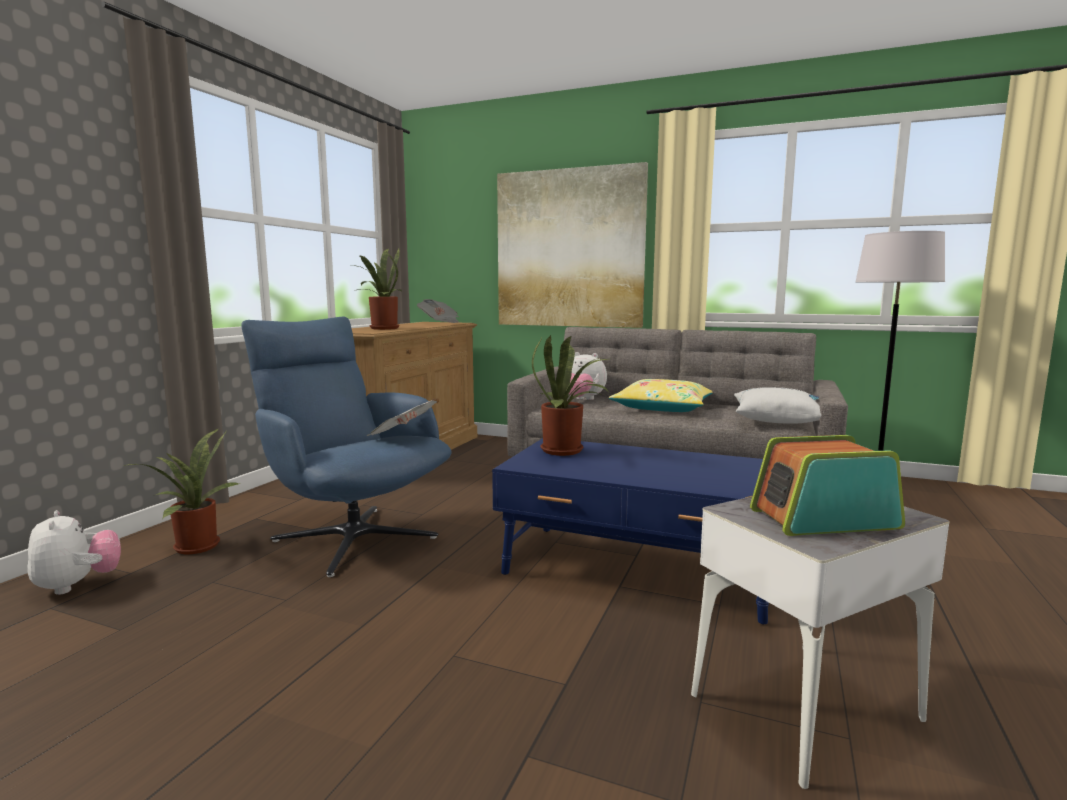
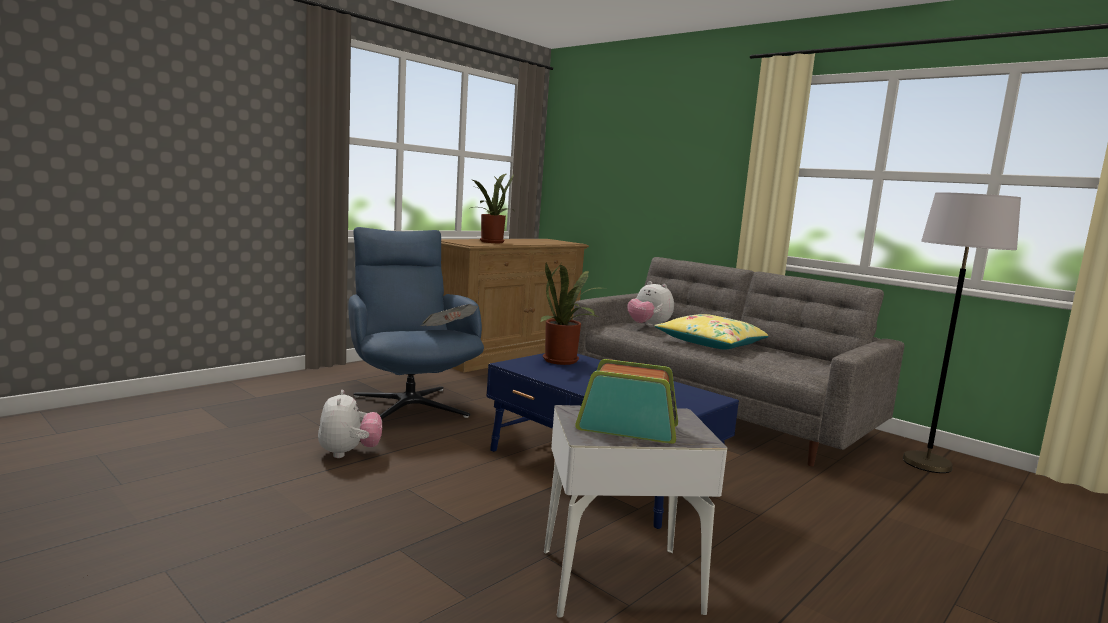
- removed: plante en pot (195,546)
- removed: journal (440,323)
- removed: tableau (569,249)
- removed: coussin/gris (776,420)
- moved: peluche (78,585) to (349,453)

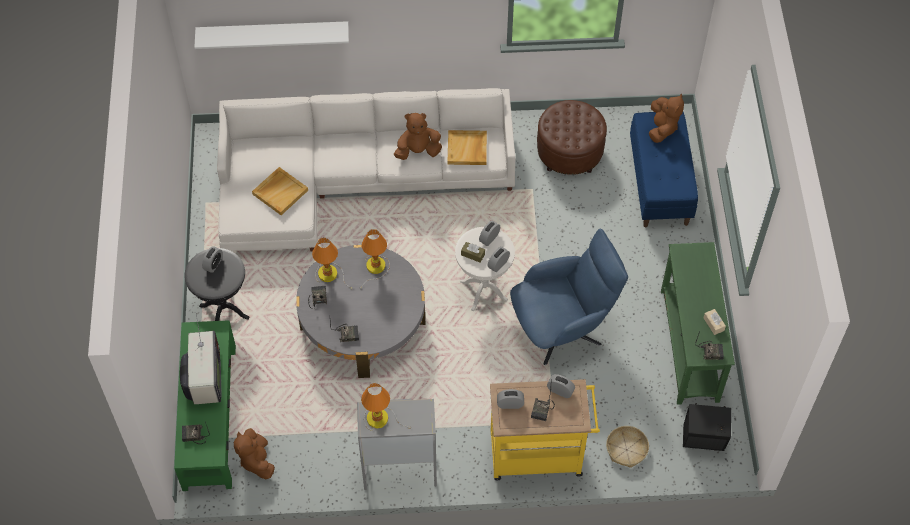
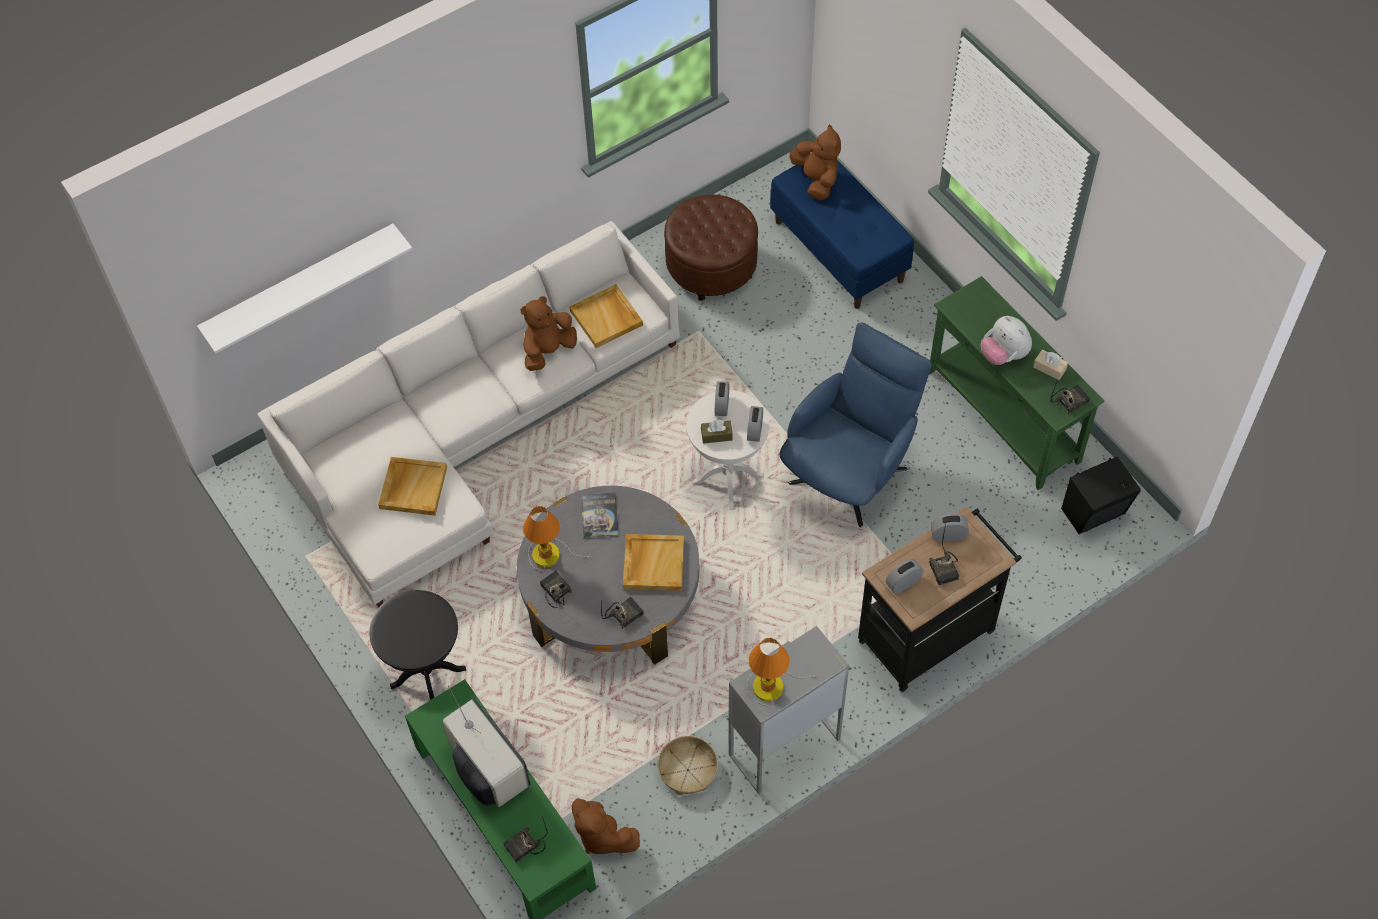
- removed: réveil (213,264)
- added: plateau/beige (653,563)
- added: peluche (1003,355)
- moved: panier (626,450) to (687,770)
- replaced: lampe de table (375,267) to livre (599,516)
- recoloured: chariot/jaune (539,455) to chariot/noir (930,635)

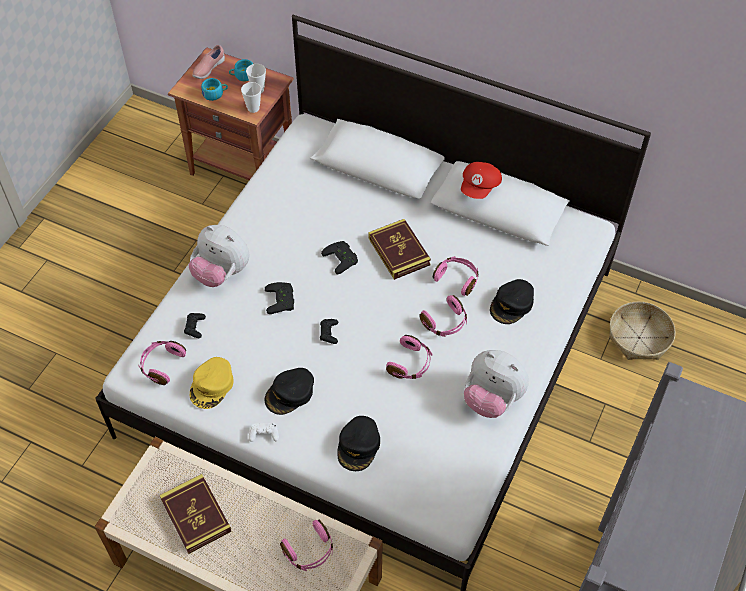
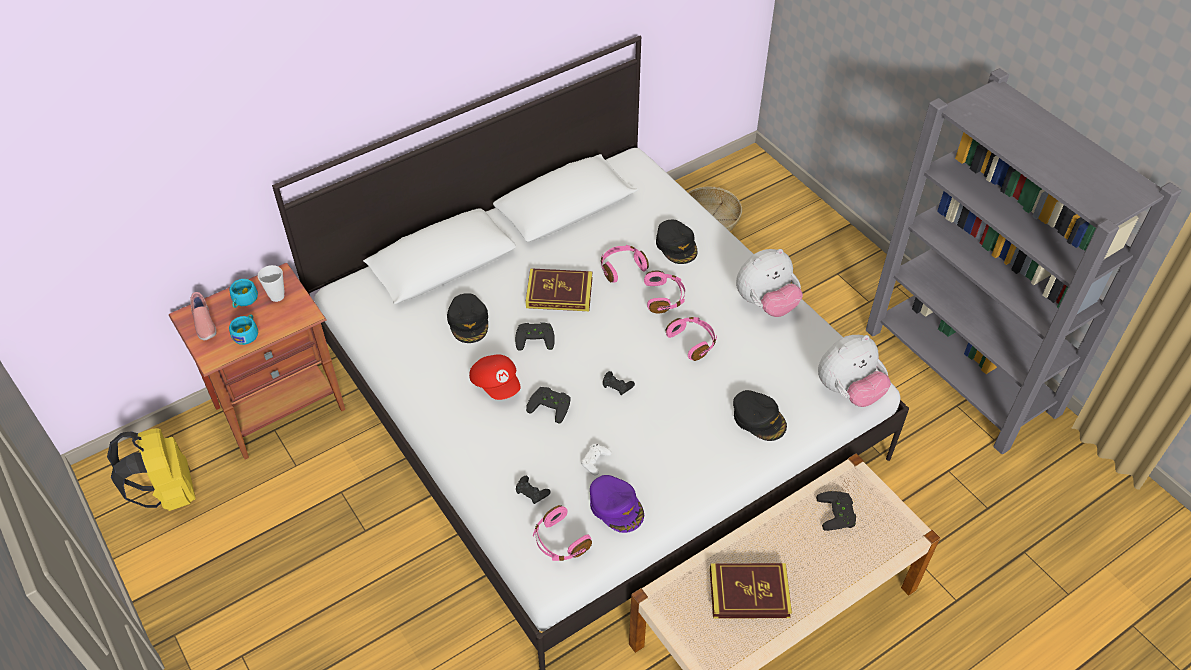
- removed: tasse (253,108)
- added: sac à dos/jaune (168,493)
- moved: peluche (221,273) to (848,391)
- moved: manette/blanc (264,434) to (595,461)
- moved: casquette/noir (290,394) to (469,322)
- moved: casquette/rouge (480,187) to (497,384)
- replaced: casque audio/rose (309,551) to manette/noir (839,513)
- recoloured: casquette/jaune (212,385) to casquette/violet (616,506)

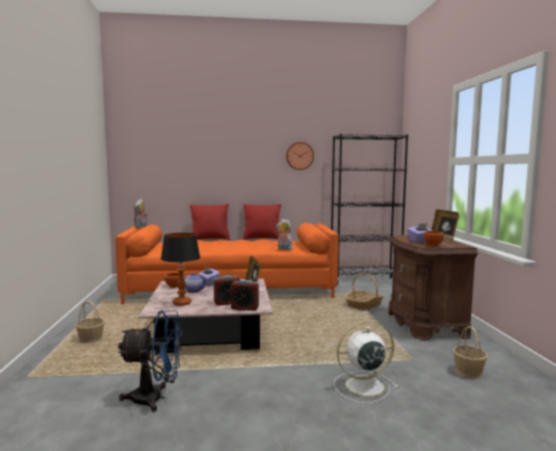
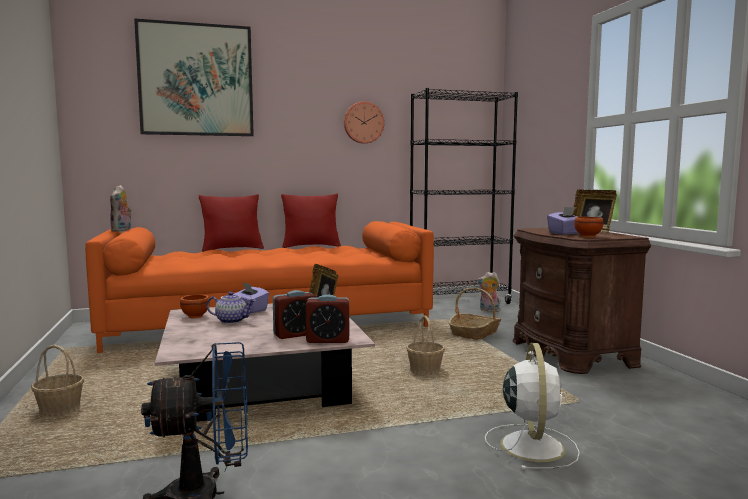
- removed: lampe de table (182,303)
- added: tableau (196,80)
- moved: peluche (283,249) to (489,310)
- moved: panier (468,372) to (425,371)
- turned: ventilateur/blanc (362,386) = (531,445) 120 degrees clockwise

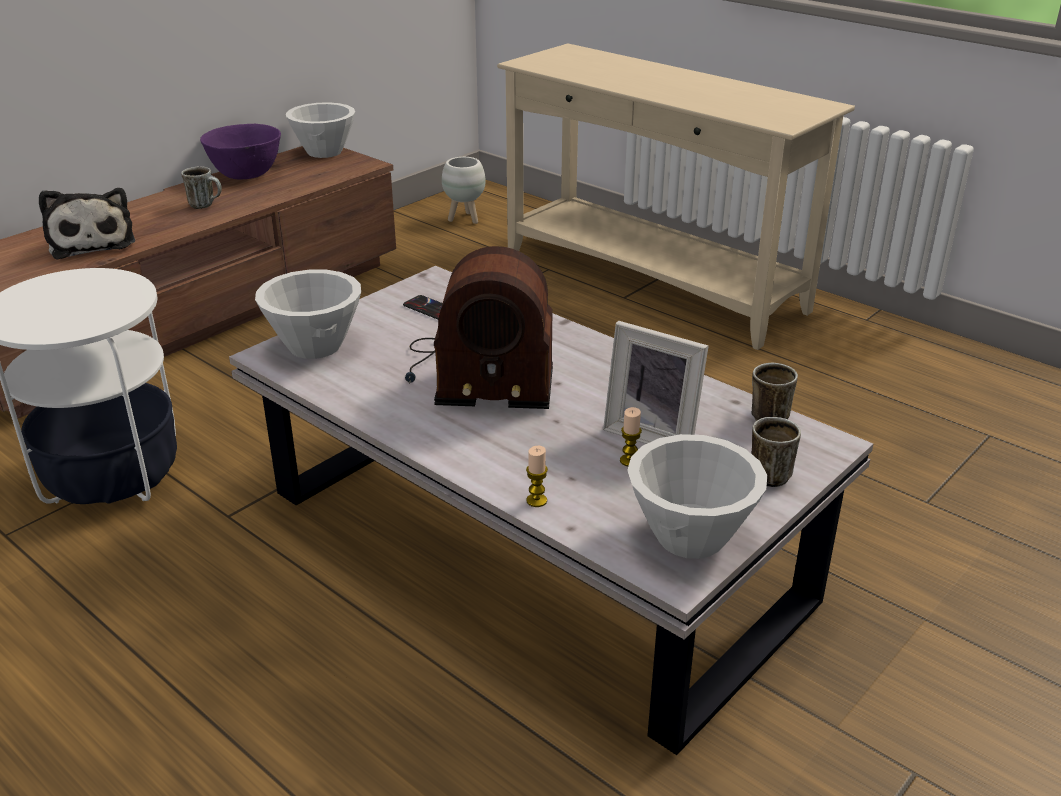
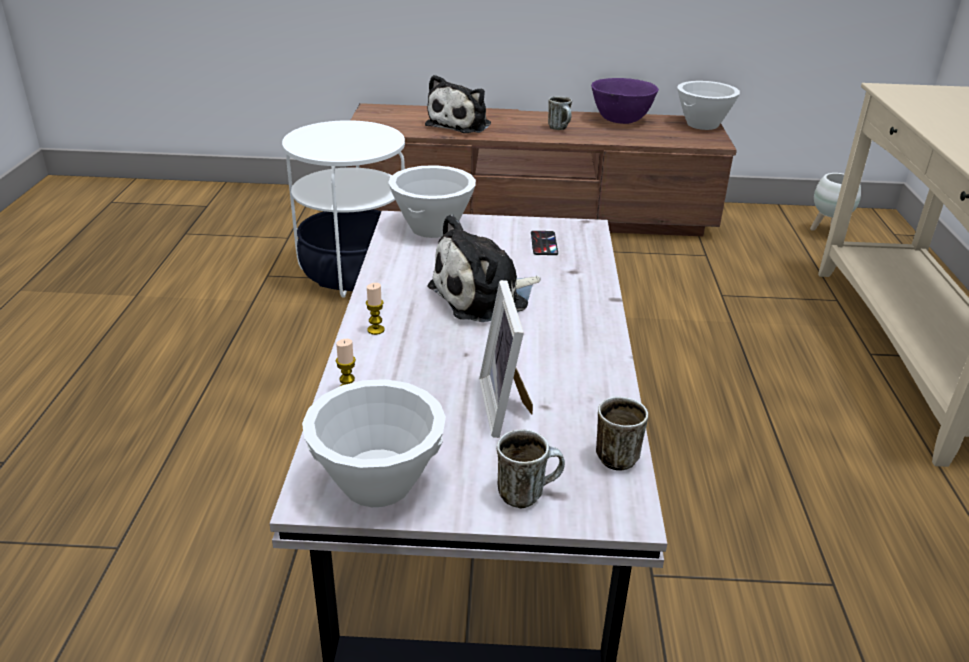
- moved: bougie (629,460) to (376,330)
- replaced: radio (478,374) to peluche (484,297)

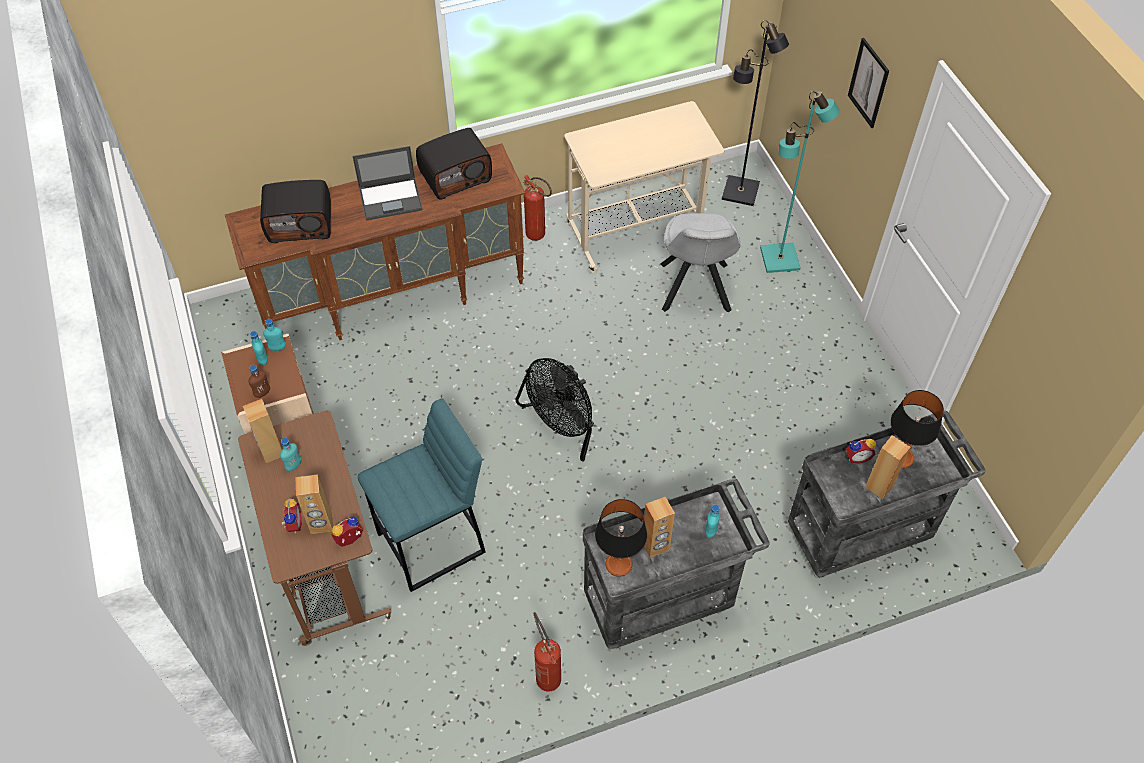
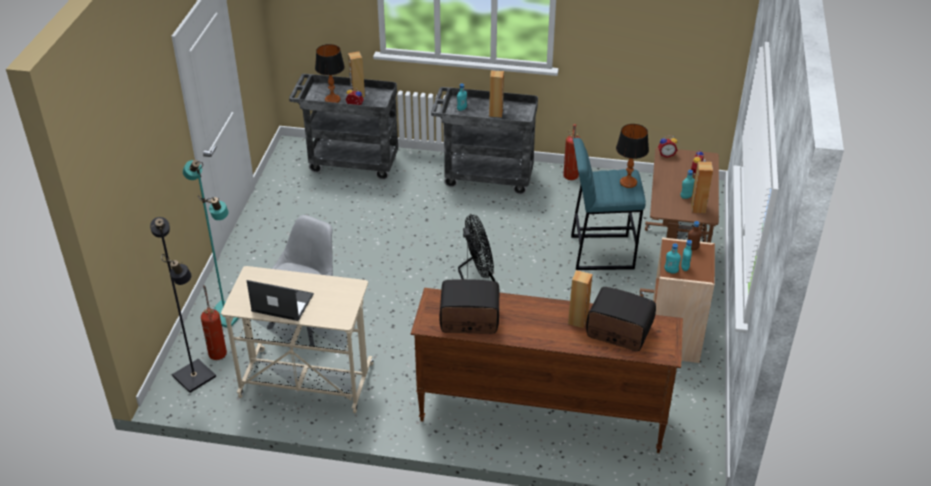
- removed: tableau (868,83)
- moved: enceinte/marron (321,524) to (578,321)
- moved: ordinateur portable (391,198) to (281,303)
- moved: extincteur (539,236) to (217,350)
- moved: lampe de table (618,565) to (628,182)

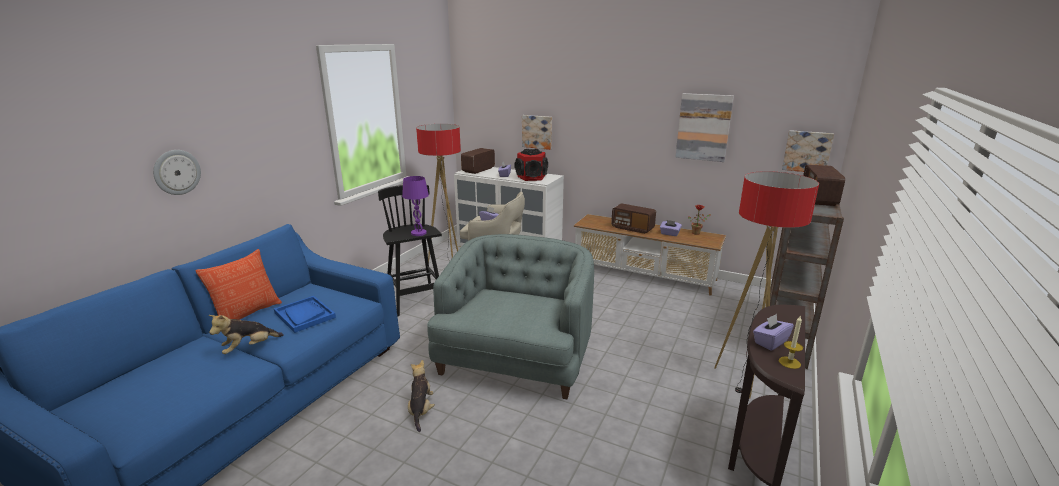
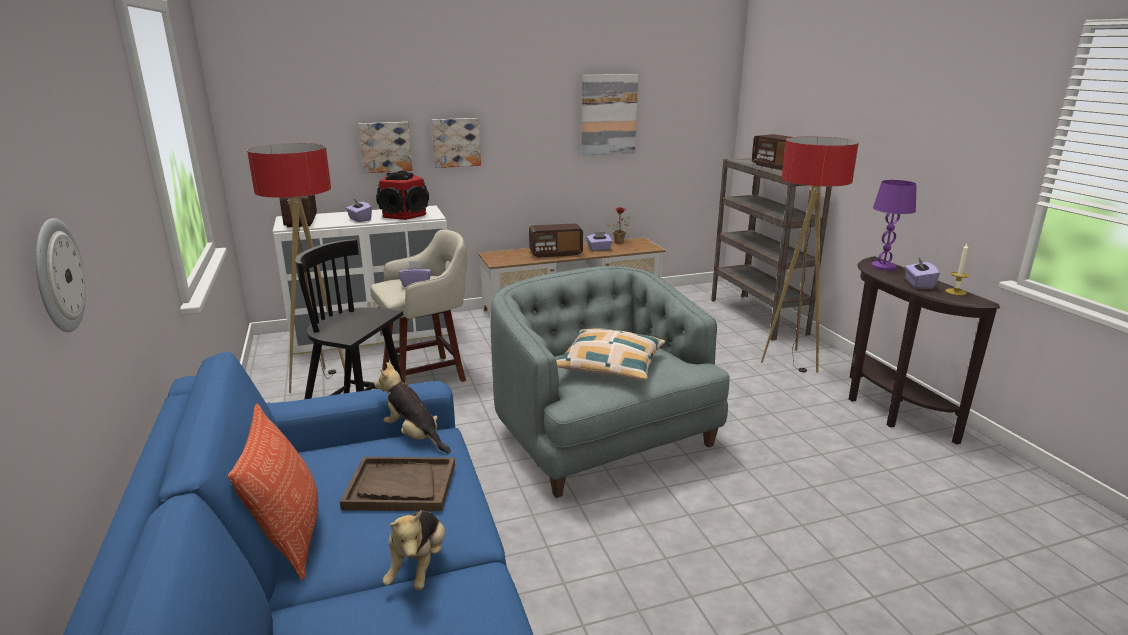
- added: coussin (610,364)
- moved: lampe de table/violet (419,233) to (883,267)
- moved: peluche (421,410) to (414,436)
- moved: tableau (807,151) to (456,142)
- recoloured: plateau/bleu (304,315) to plateau/marron (400,486)

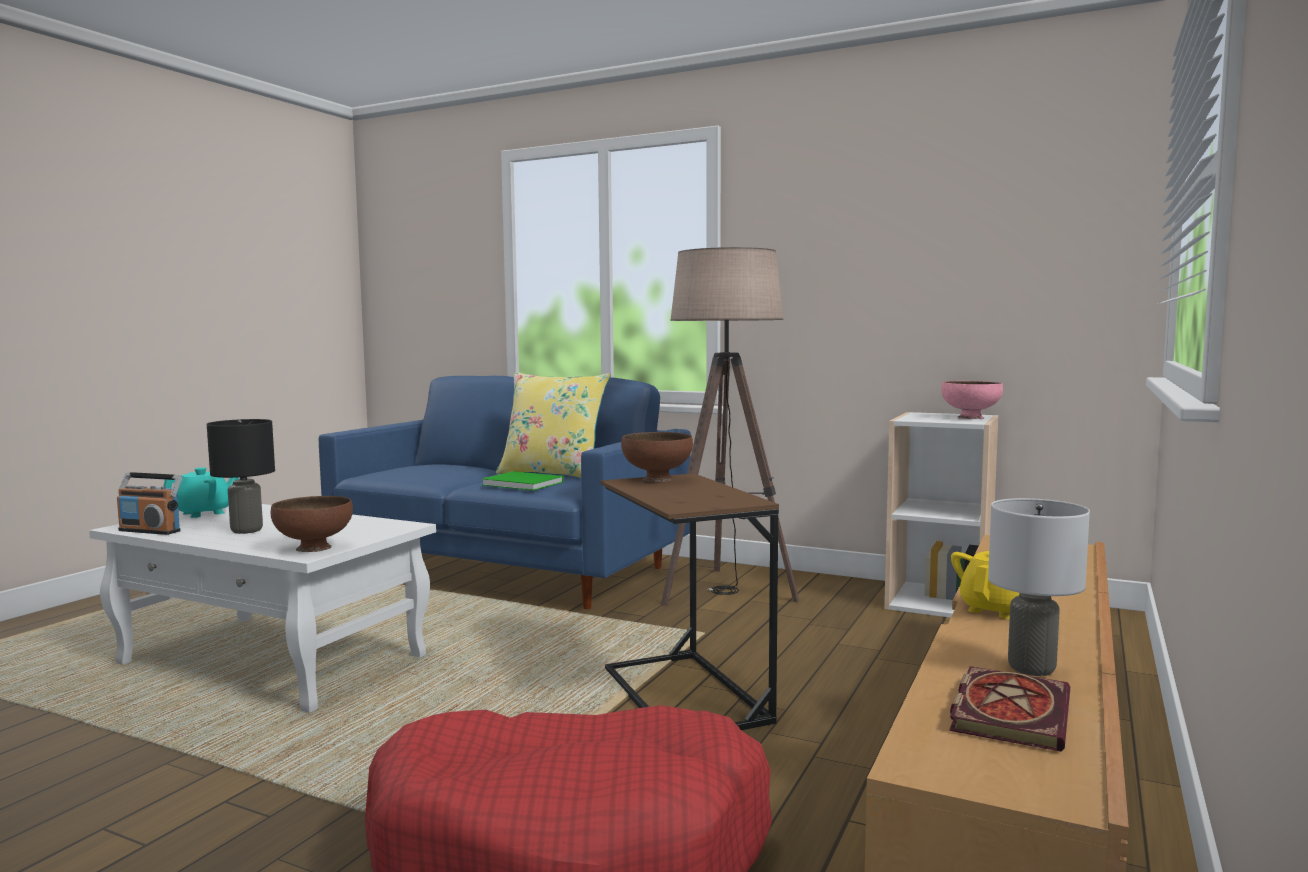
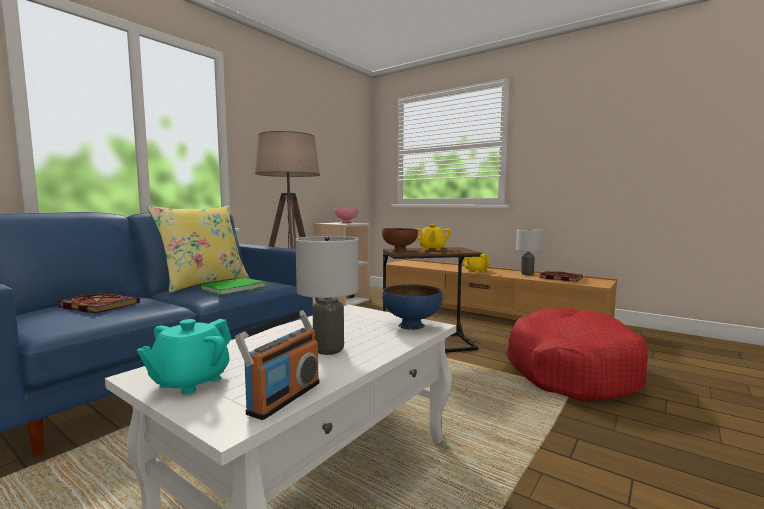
- added: livre (96,306)
- added: théière/jaune (431,249)
- recoloured: lampe de table/noir (245,531) to lampe de table/blanc (327,351)
- recoloured: bol/marron (314,548) to bol/bleu (412,325)
- turned: théière/turquoise (204,513) = (190,382) 120 degrees counterclockwise

